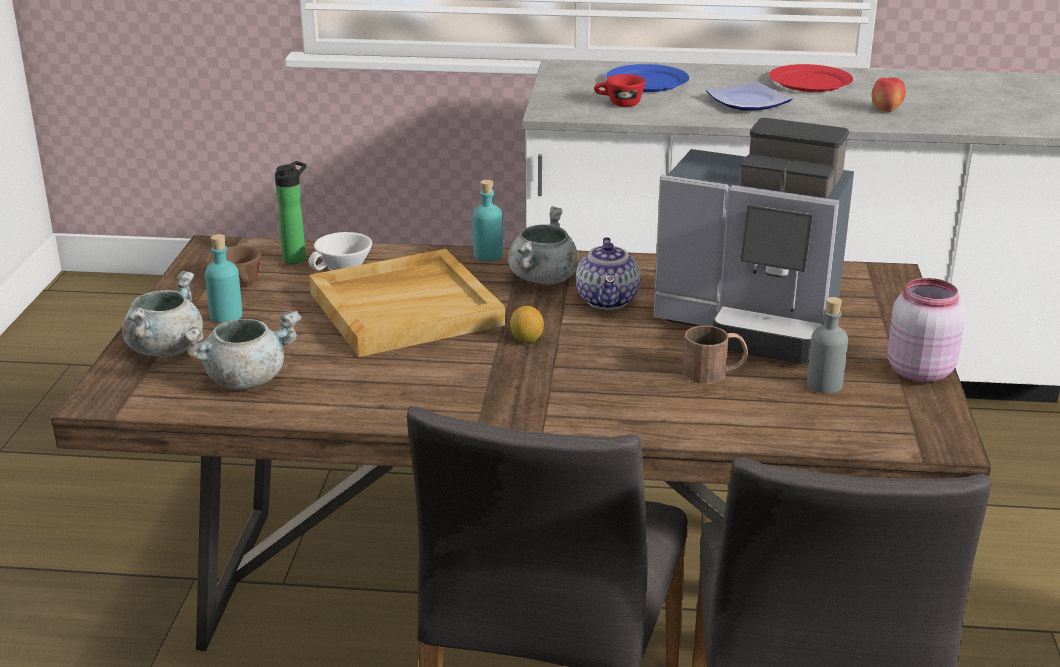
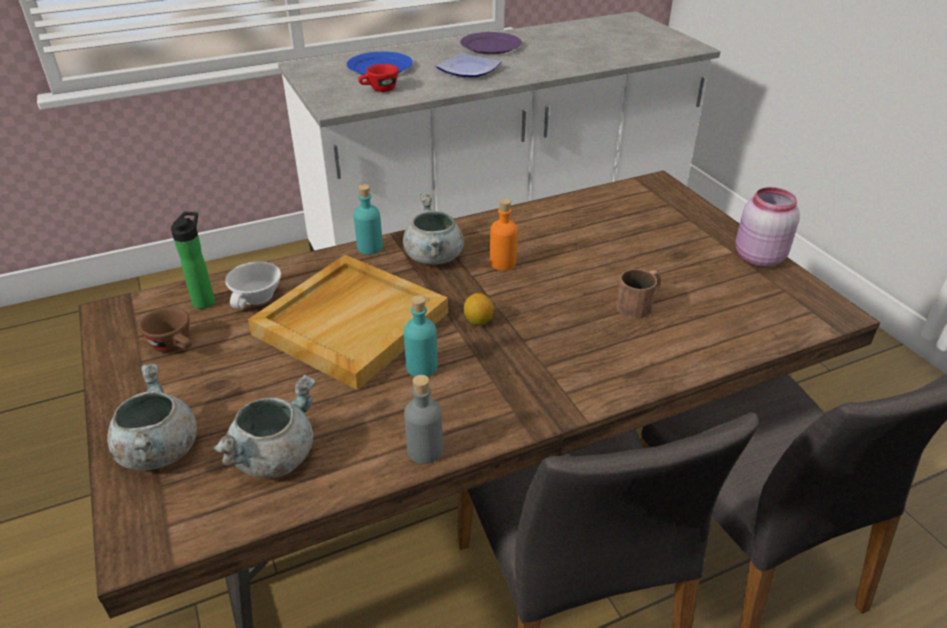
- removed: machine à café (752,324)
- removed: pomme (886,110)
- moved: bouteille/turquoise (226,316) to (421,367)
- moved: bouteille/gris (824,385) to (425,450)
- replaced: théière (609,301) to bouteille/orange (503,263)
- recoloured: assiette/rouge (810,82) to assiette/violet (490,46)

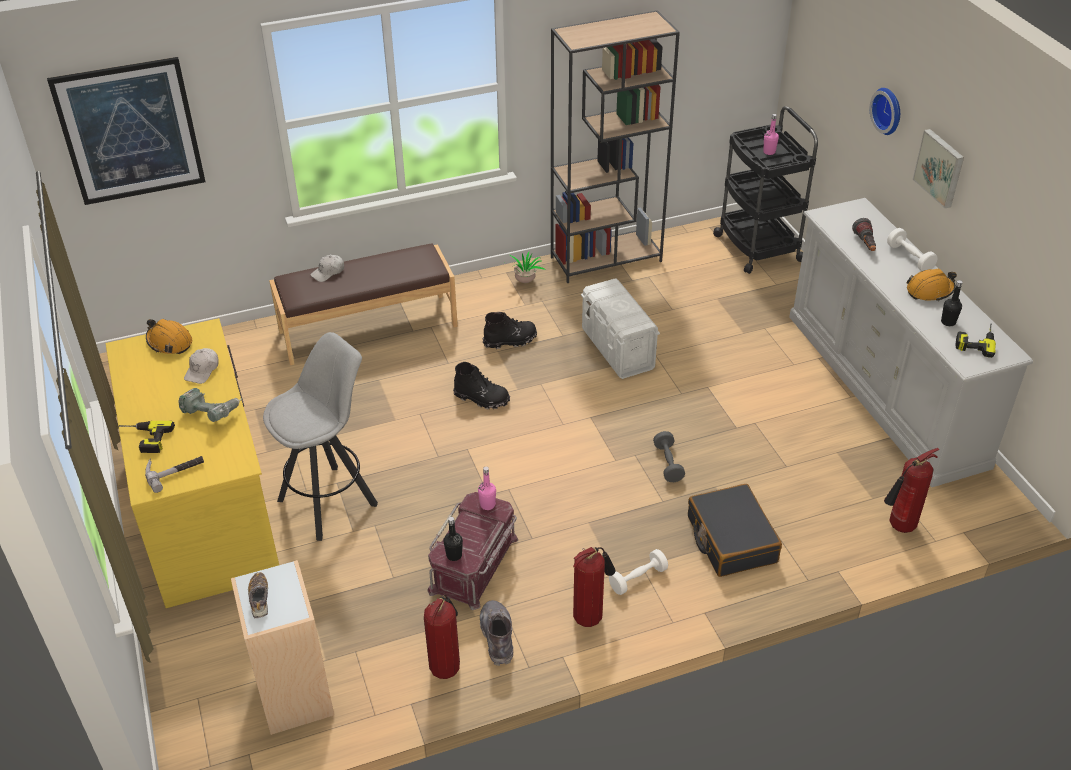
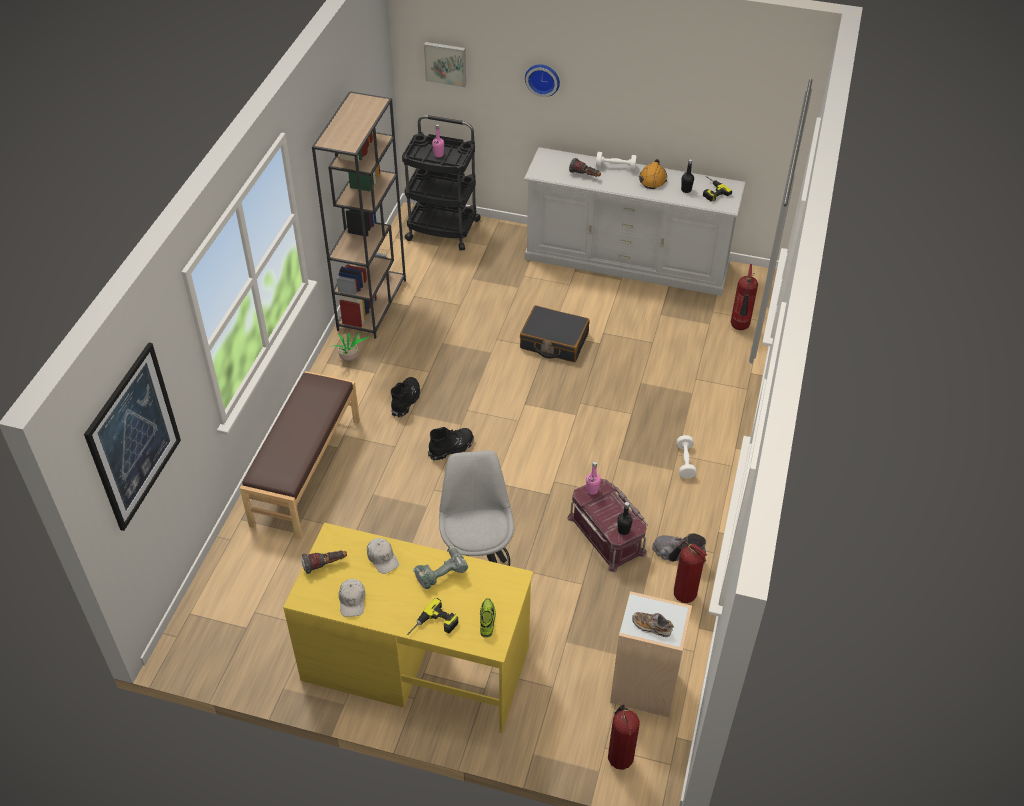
- removed: boîte de rangement/blanc (617,349)
- removed: haltère/gris (668,463)
- moved: casquette/blanc (328,272) to (352,600)
- moved: extincteur (590,616) to (619,756)
- moved: valise/noir (731,539) to (554,341)
- moved: tableau (940,168) to (446,63)
- replaced: marteau (174,470) to chaussure (486,620)
- replaced: casque de chantier/orange (169,342) to lampe de poche (325,565)

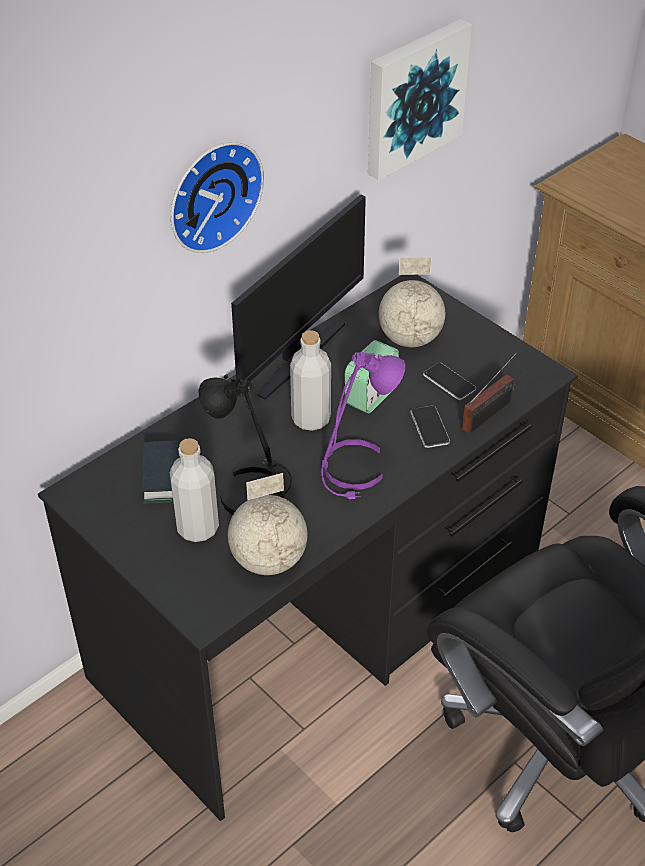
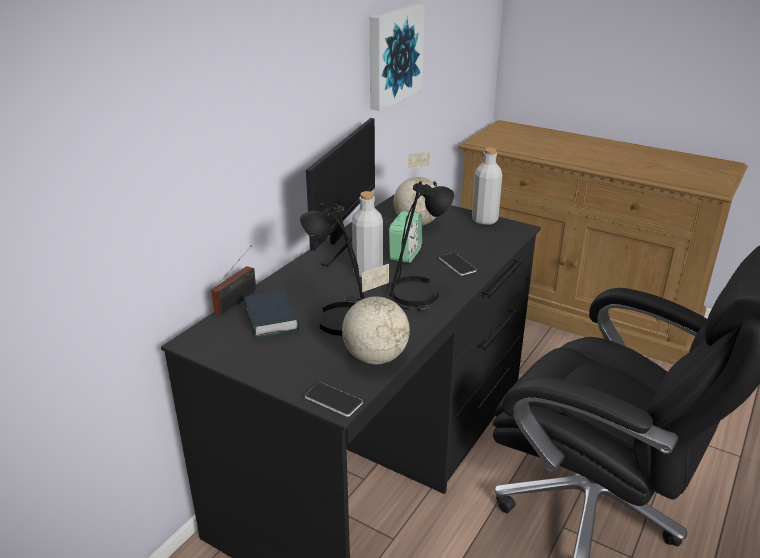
- removed: horloge murale (211,194)
- moved: bouteille/gris (197,528) to (484,220)
- moved: téléphone (449,382) to (333,400)
- moved: radio (490,414) to (238,301)
- recoloured: lampe de table/violet (355,470) to lampe de table/noir (416,295)

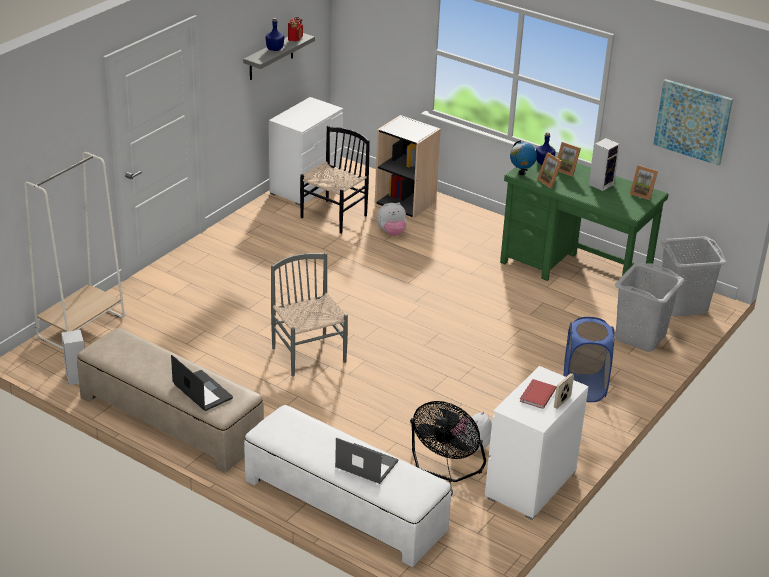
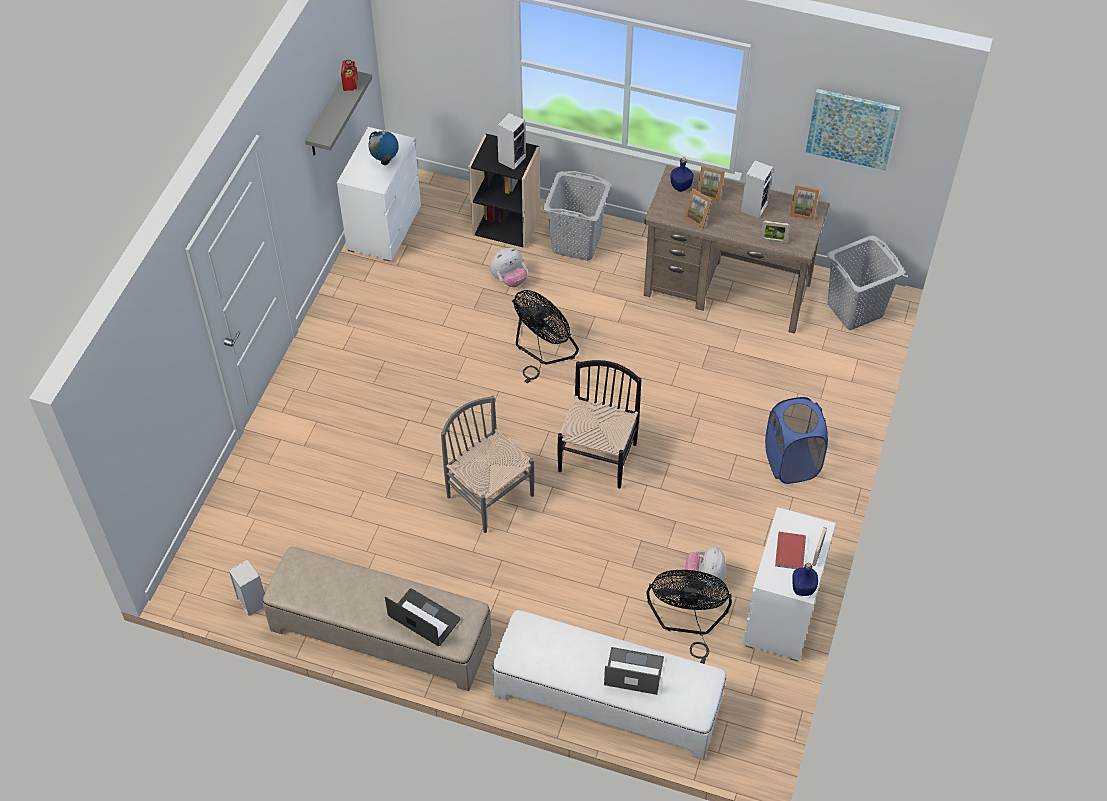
- removed: portant (81,327)
- added: enceinte (512,158)
- added: ventilateur/noir (539,350)
- added: cadre photo (773,241)
- moved: bouteille/bleu (275,49) to (802,588)
- moved: chaise/noir (335,216) to (599,455)
- moved: globe (521,173) to (385,161)
- moved: panier à linge/gris (641,337) to (577,243)
- recoloured: bureau/vert (575,271) to bureau/marron (728,288)

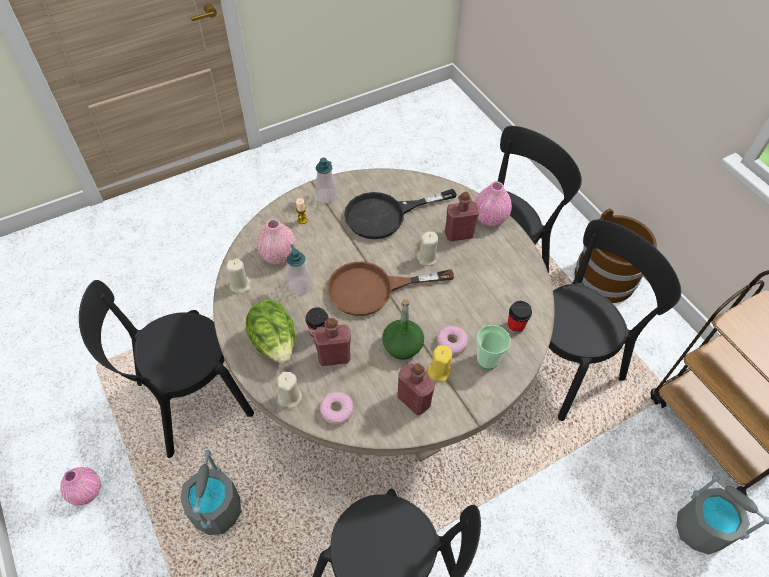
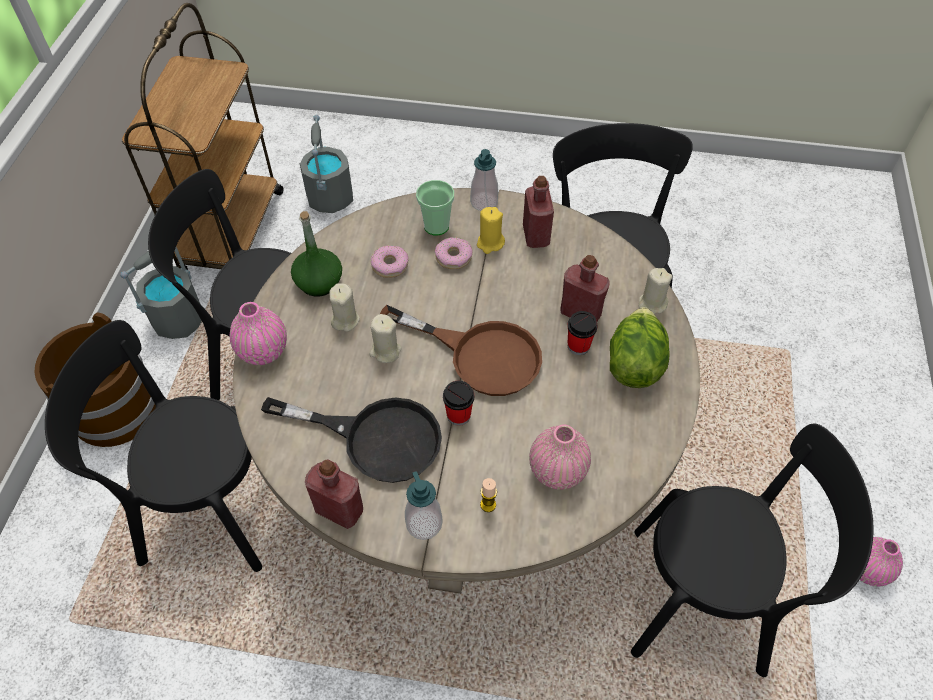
- moved: seau/gris (217,511) to (178,319)
- moved: bougie/beige (240,285) to (345,320)
- moved: distributeur de savon (300,286) to (484,202)
- moved: beignet (337,410) to (390,265)
- moved: bouteille/vert (402,346) to (319,282)
- moved: bouteille/rouge (459,234) to (339,510)
- moved: tasse (515,326) to (458,415)

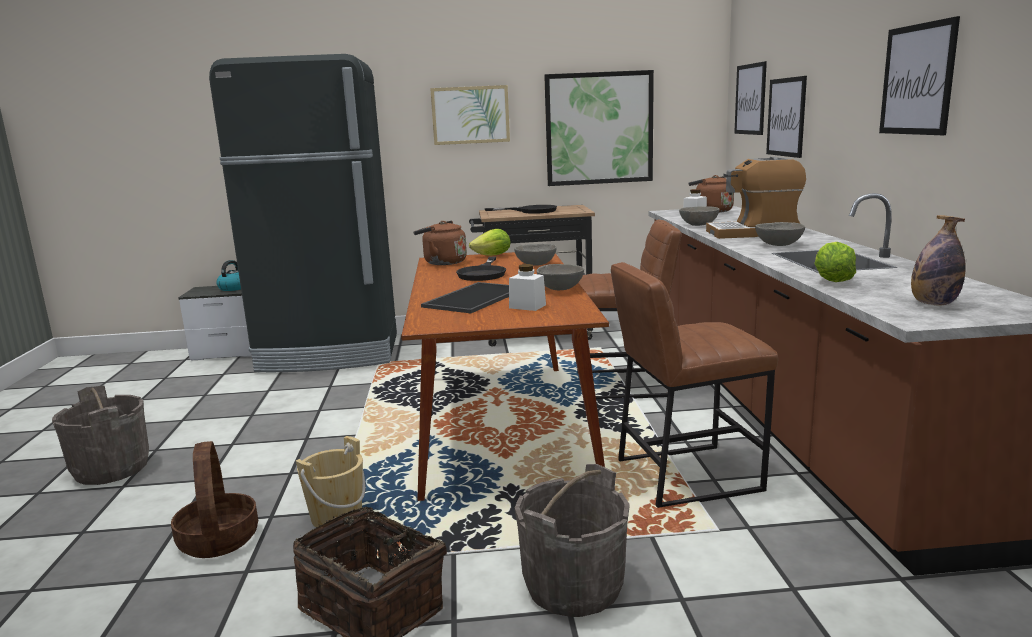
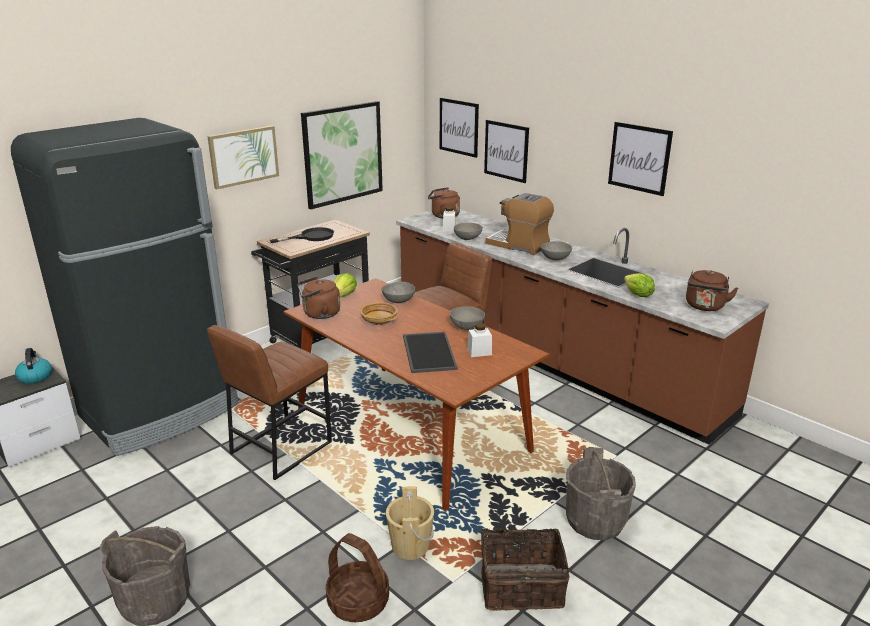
- moved: chaise/marron (686,475) to (280,448)
- replaced: poêle/noir (483,273) to bol/beige (379,321)
- replaced: bouteille (933,304) to bouilloire/marron (705,307)
- turned: machine à café (754,233) = (518,245) 75 degrees clockwise

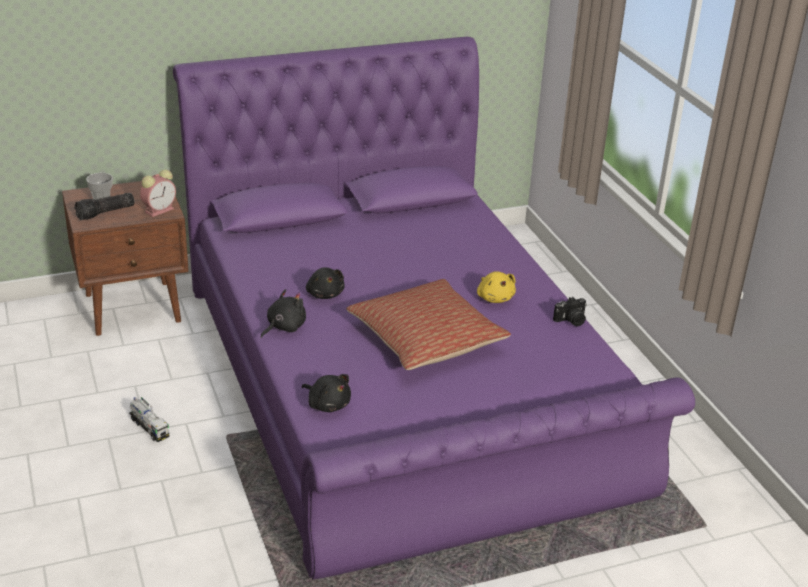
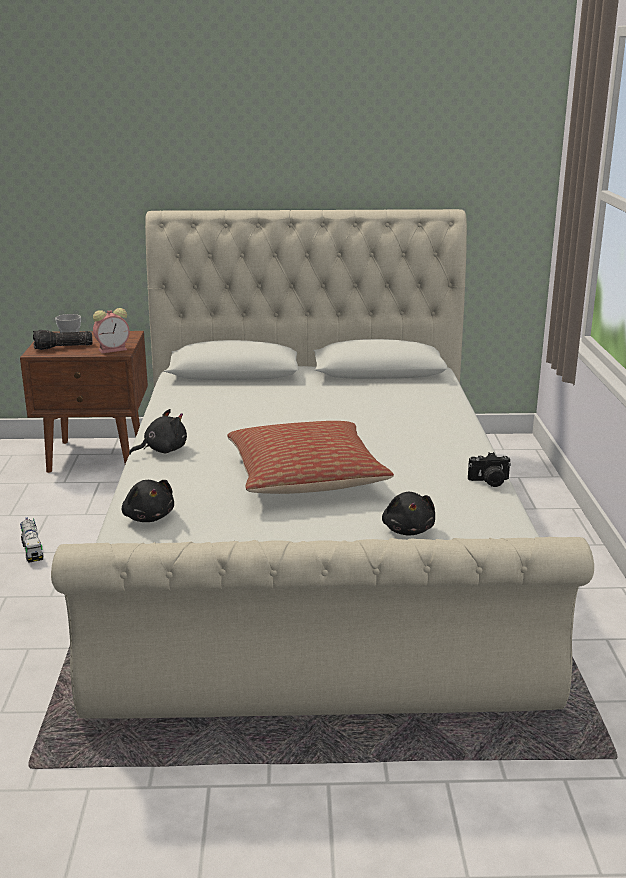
- removed: peluche/jaune (494,298)
- moved: peluche/noir (325,294) to (408,530)
- recoloured: lit/violet (399,381) to lit/beige (312,547)

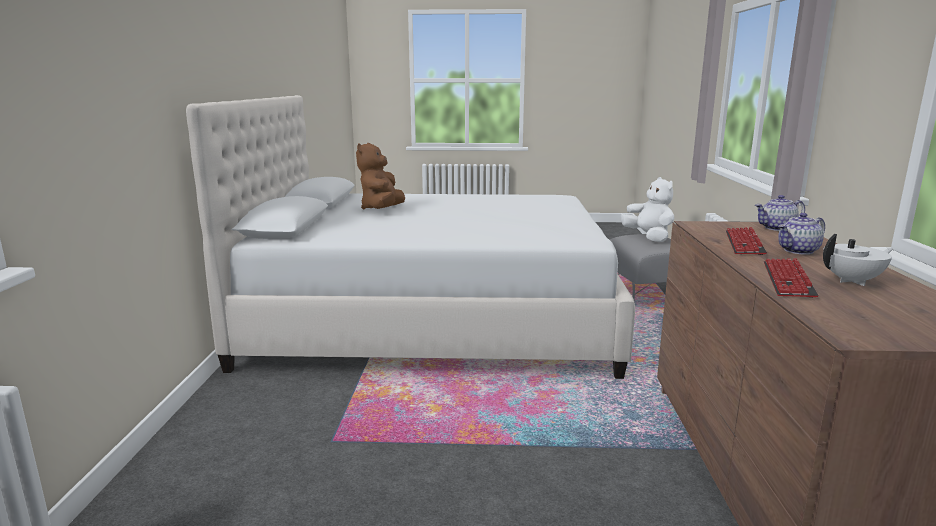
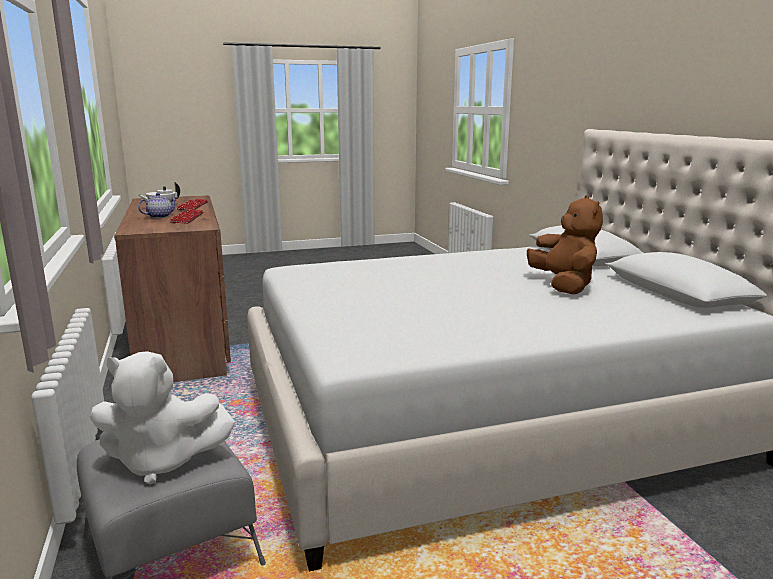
- removed: théière (777,228)
- turned: peluche/blanc (648,237) = (162,462) 45 degrees counterclockwise

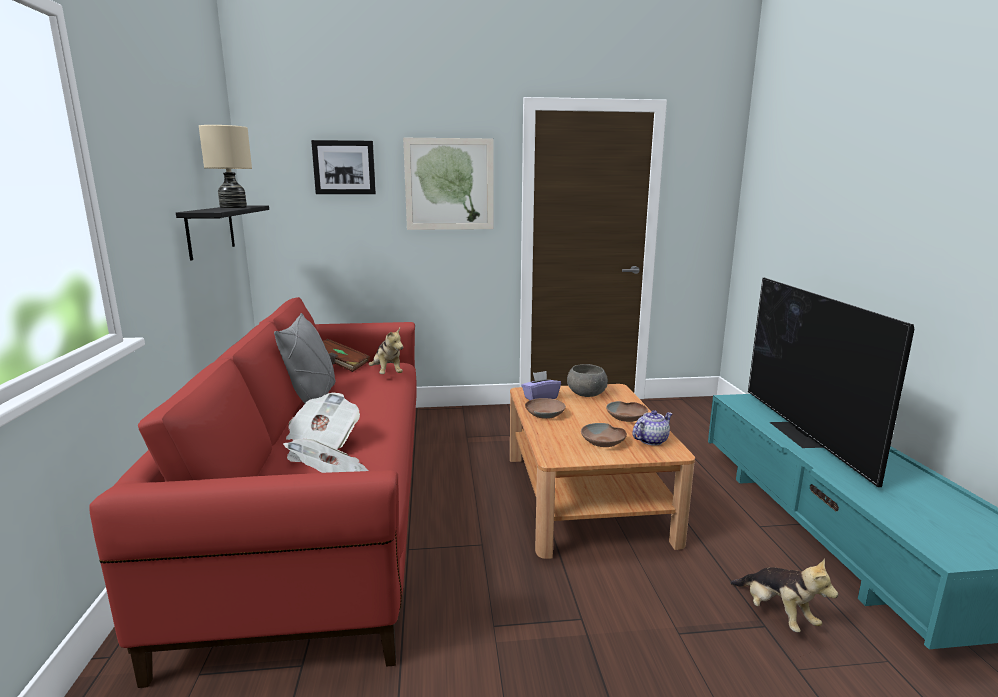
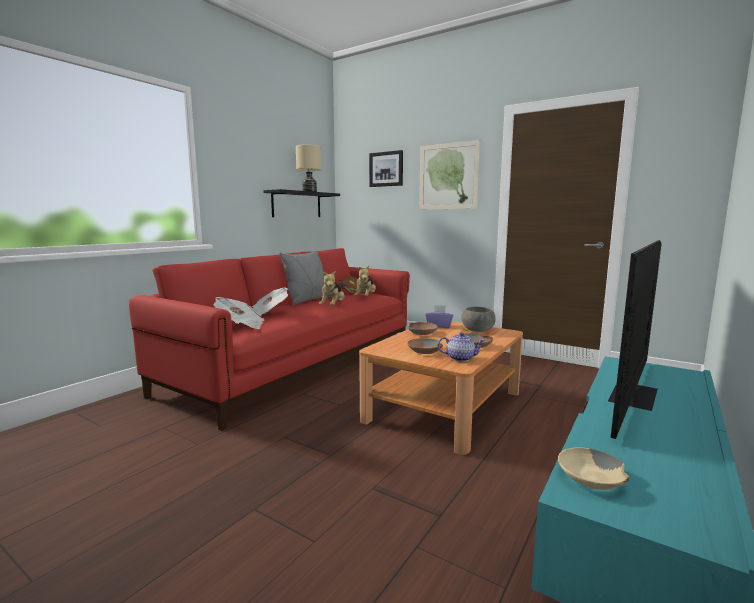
- added: bol/beige (591,478)
- moved: peluche (776,614) to (333,307)

